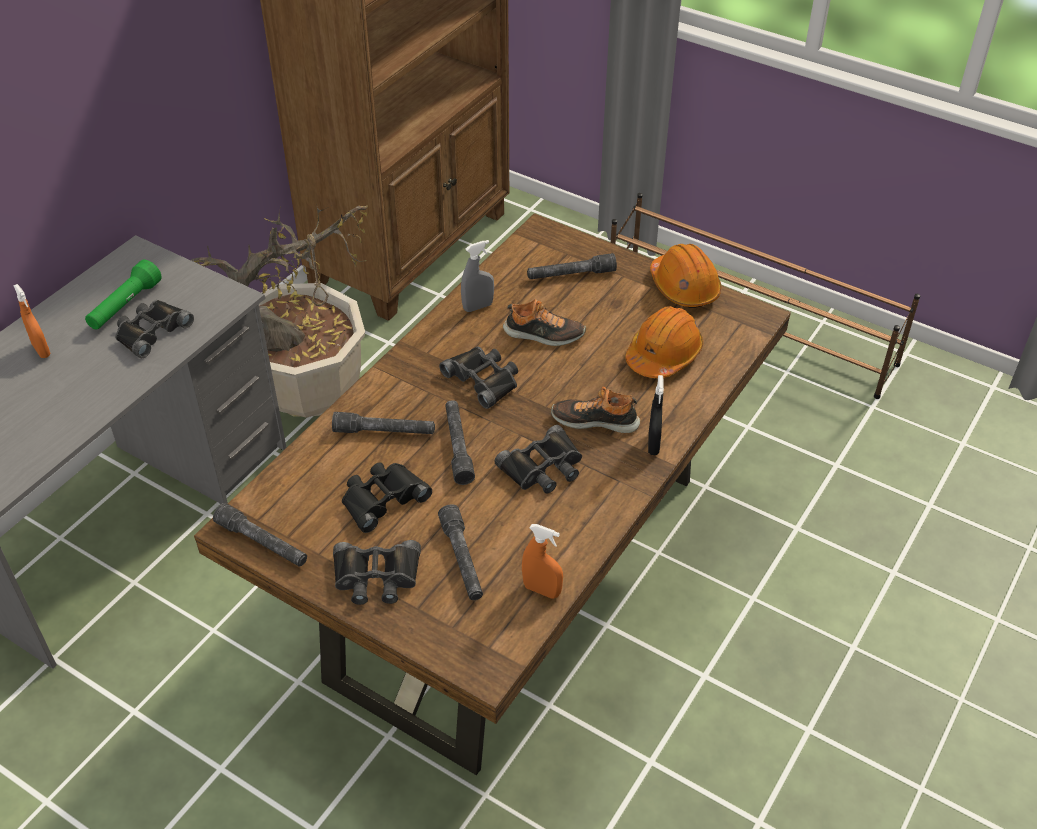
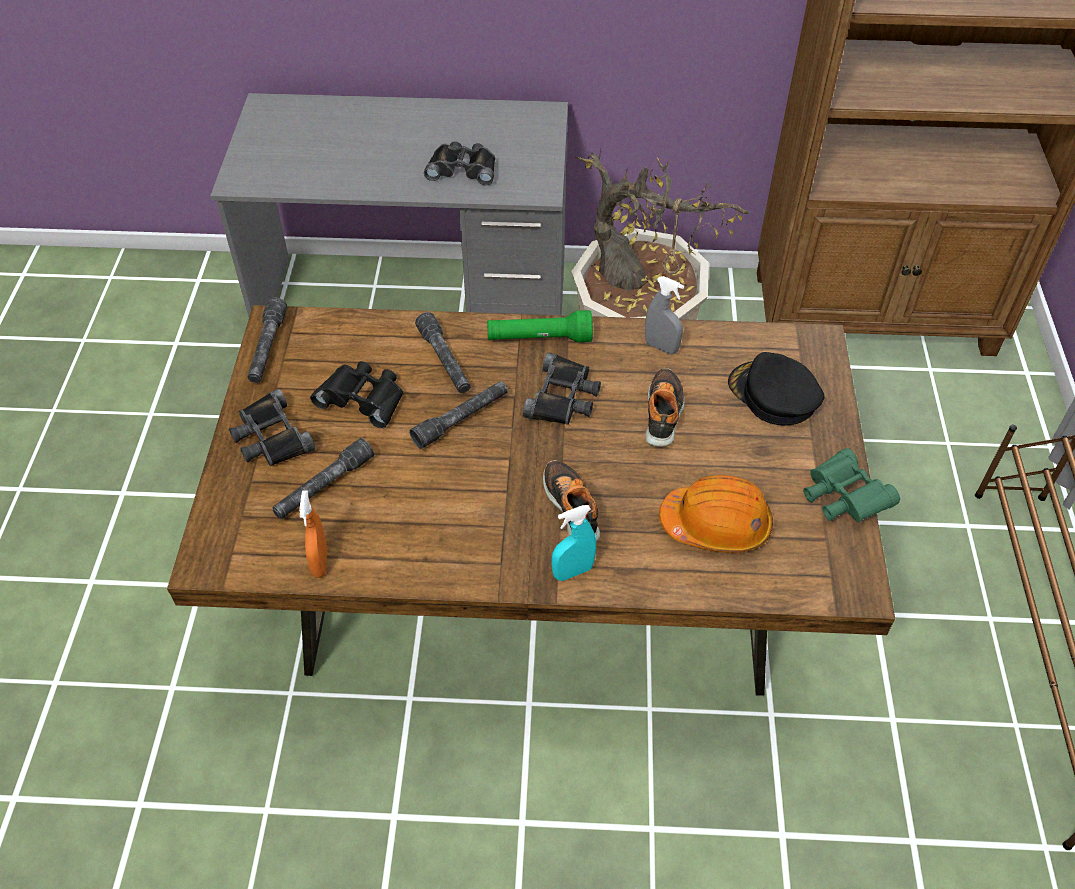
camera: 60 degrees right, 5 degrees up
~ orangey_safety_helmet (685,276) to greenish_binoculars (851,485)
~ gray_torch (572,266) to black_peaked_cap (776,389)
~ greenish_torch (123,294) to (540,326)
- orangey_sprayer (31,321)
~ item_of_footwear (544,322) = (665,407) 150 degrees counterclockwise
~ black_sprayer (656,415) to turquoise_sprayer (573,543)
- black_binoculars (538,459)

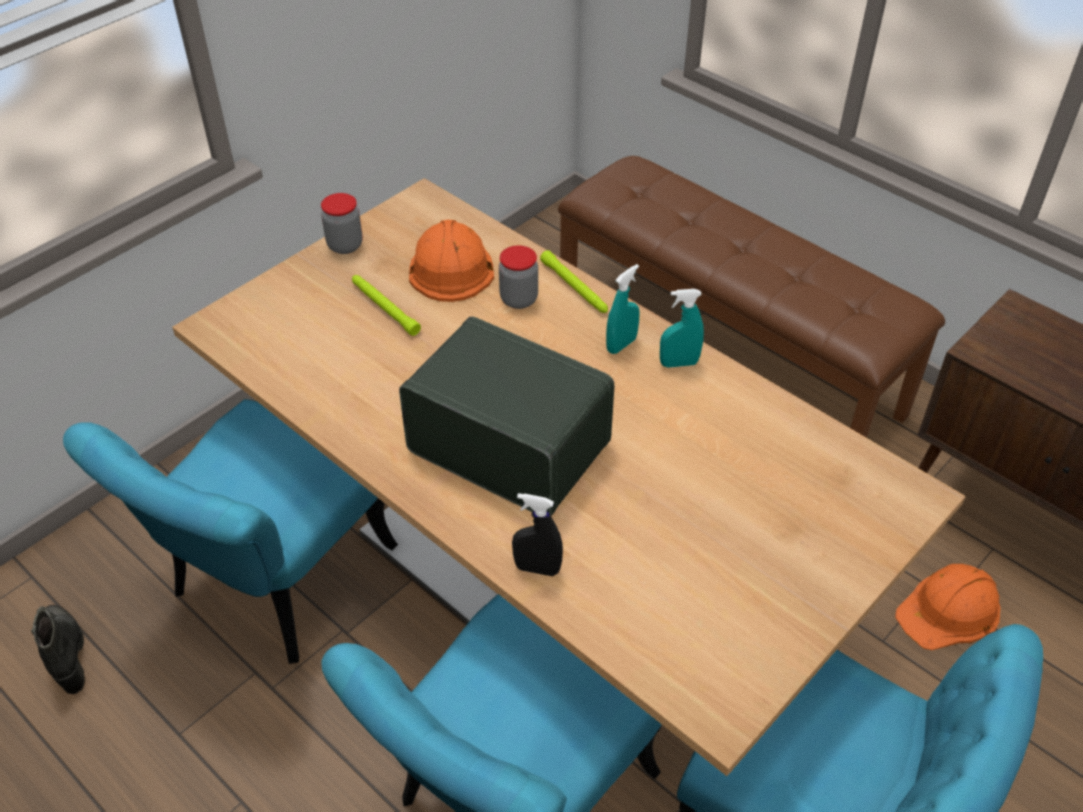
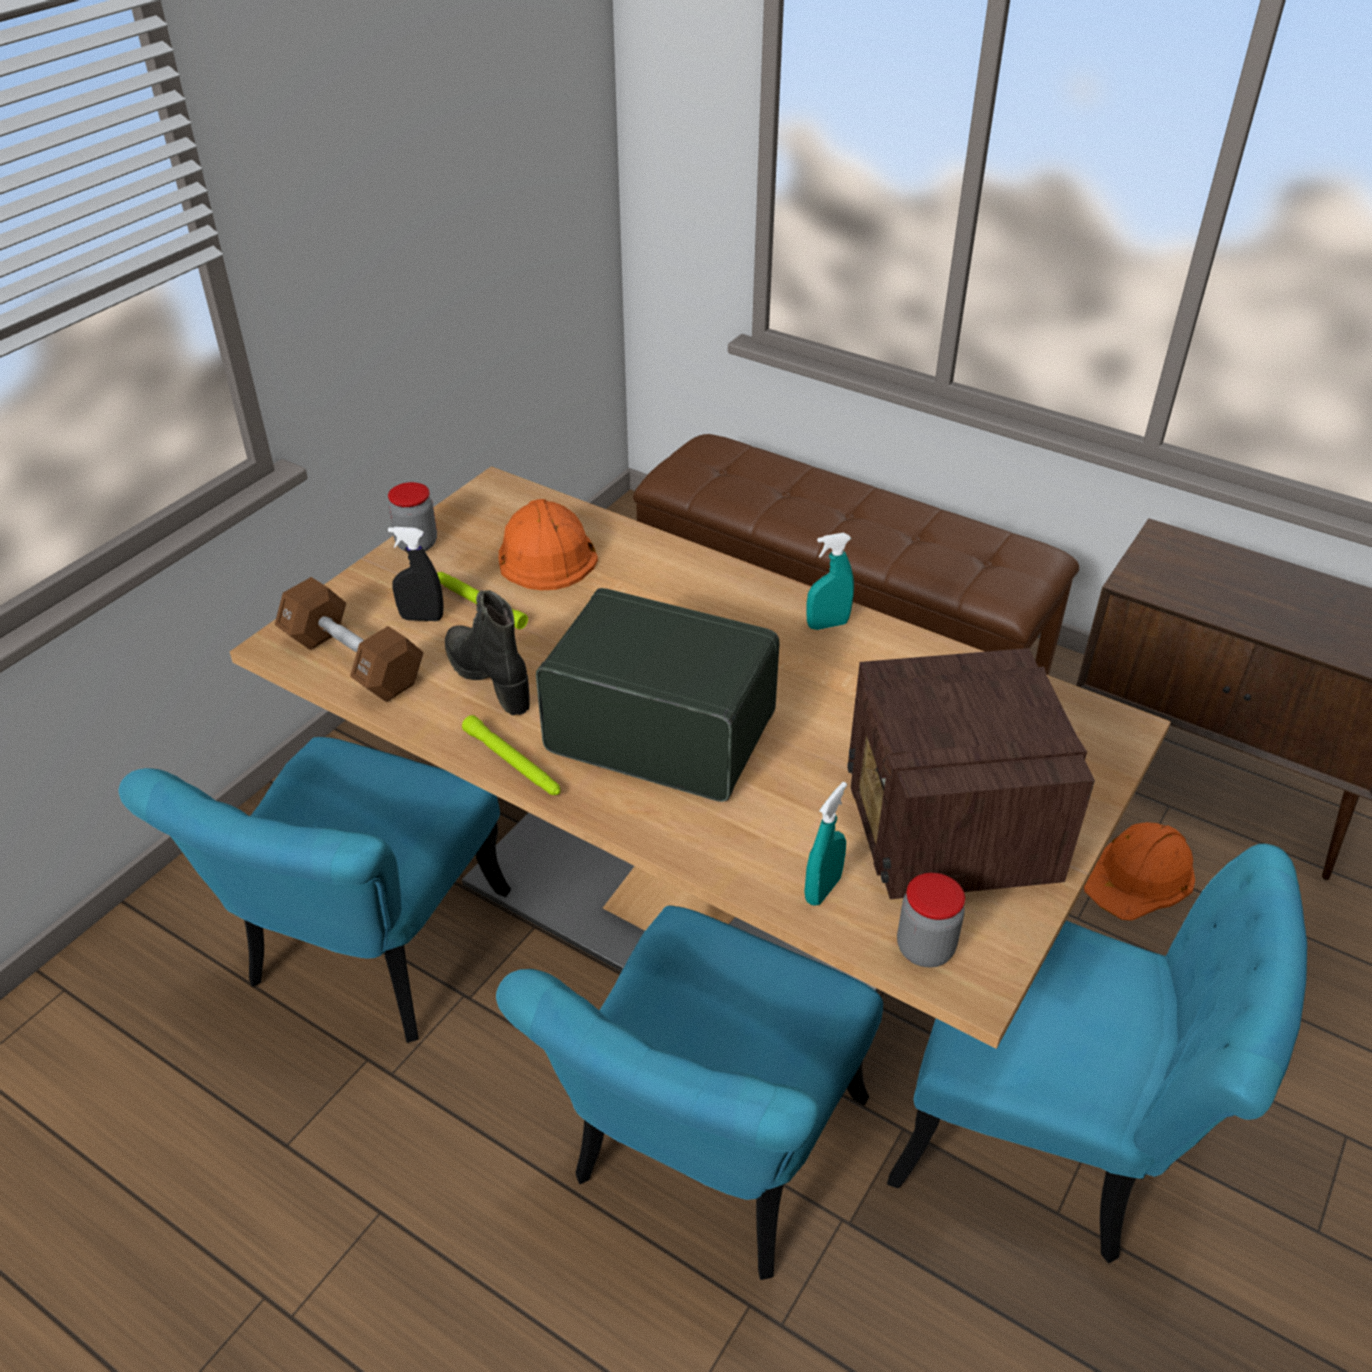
camera: 10 degrees left, 5 degrees down
~ preserve_jar (518,277) to (931,920)
~ greenish_torch (574,281) to (511,755)
~ turquoise_sprayer (623,309) to (825,844)
~ black_sprayer (537,534) to (416,574)
~ black_tall_boot (58,649) to (487,652)
+ brown_hand_weight (349,639)
+ radio_set (971,773)

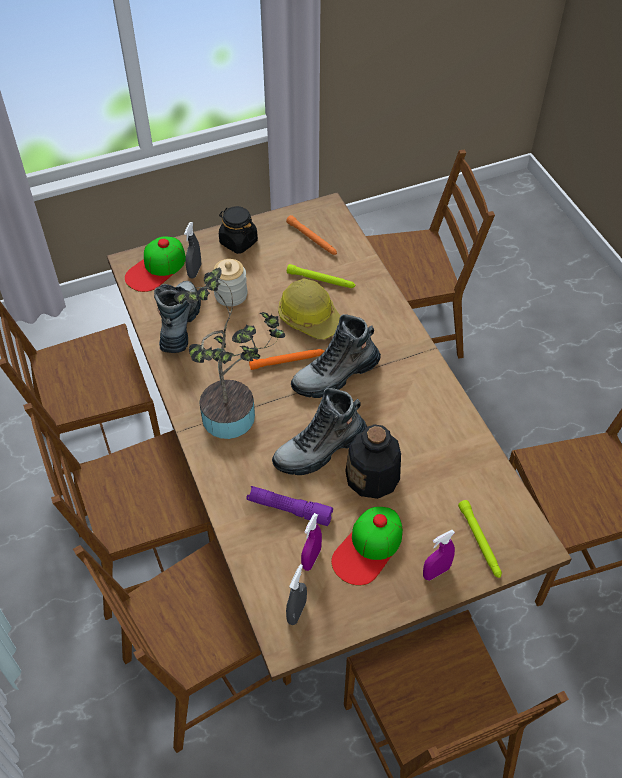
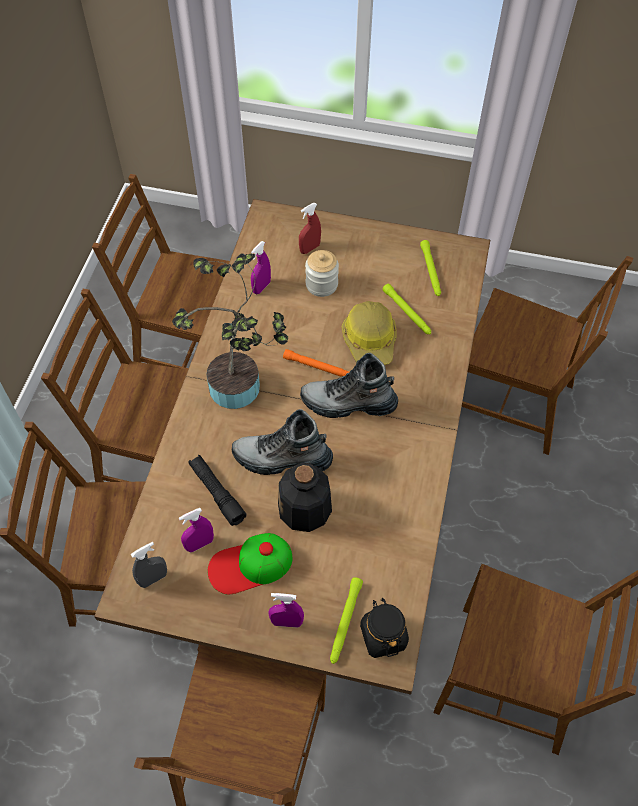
camera: 35 degrees right, 5 degrees up
~ black_preserve_jar (238,230) to (384,628)
~ orangey_torch (311,235) to greenish_torch (430,268)
~ gray_sprayer (192,250) to reddish_sprayer (310,228)
- peaked_cap (155,264)
~ tall_boot (177,317) to purple-coloured_sprayer (261,267)
~ purple-coloured_torch (290,506) to black_torch (217,490)

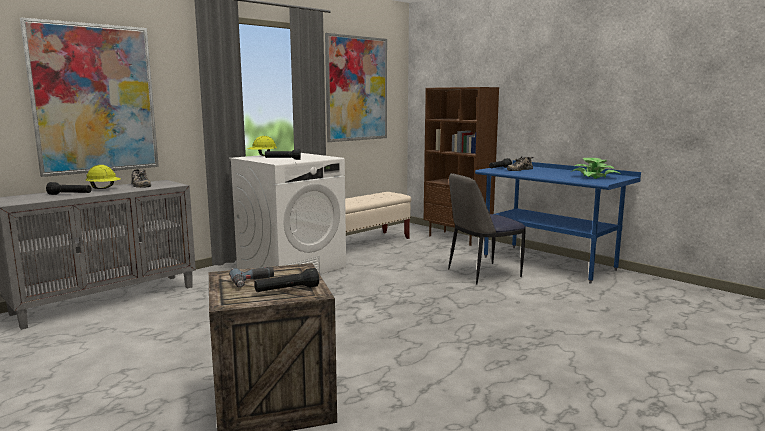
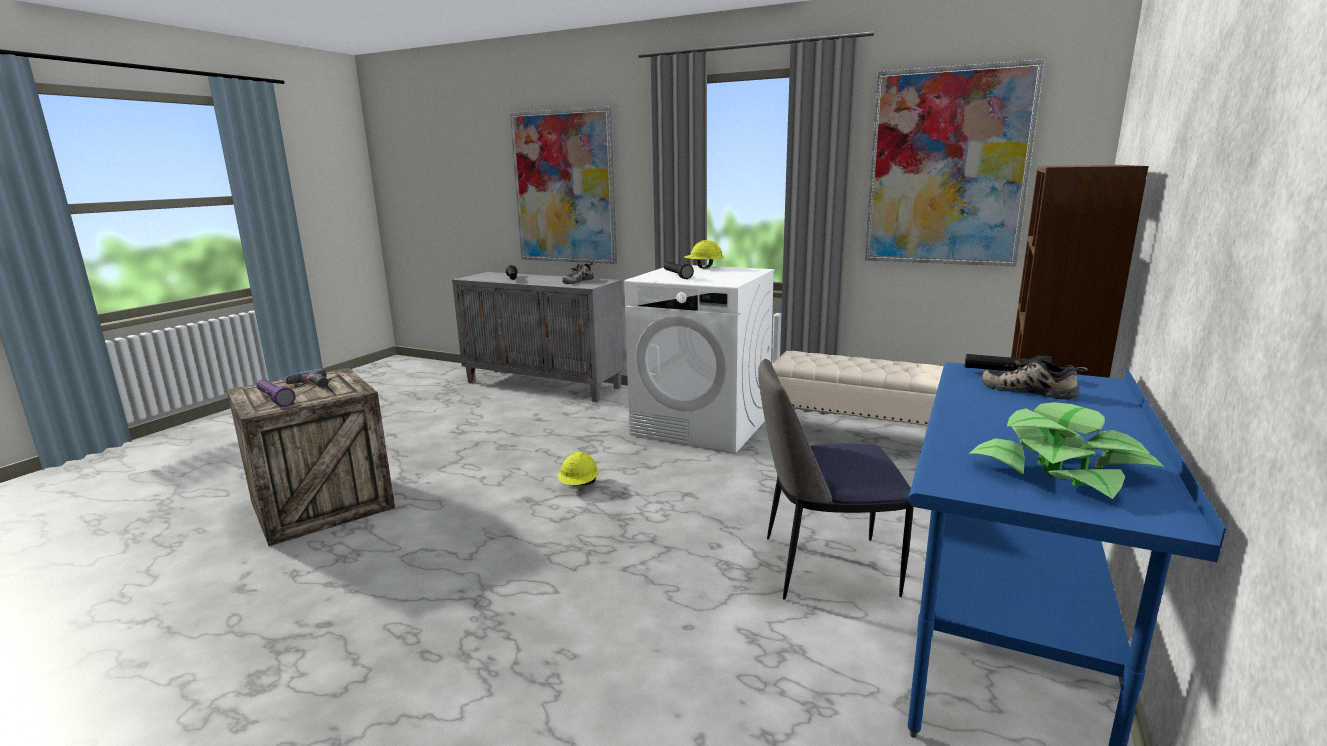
camera: 70 degrees right, 5 degrees up
~ yellow-coloured_safety_helmet (103,177) to (578,469)
~ chair (487,228) = (836,479) 45 degrees counterclockwise
~ black_torch (286,280) to purple-coloured_torch (276,393)

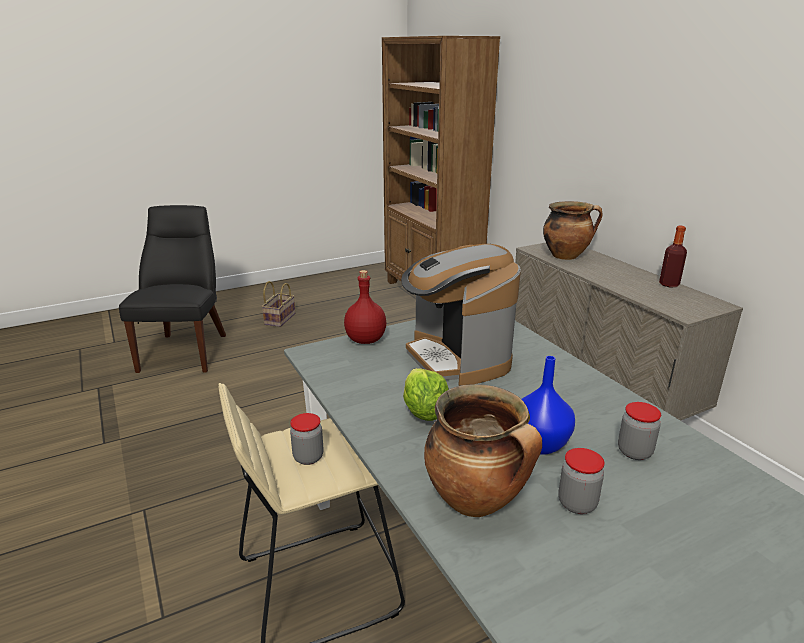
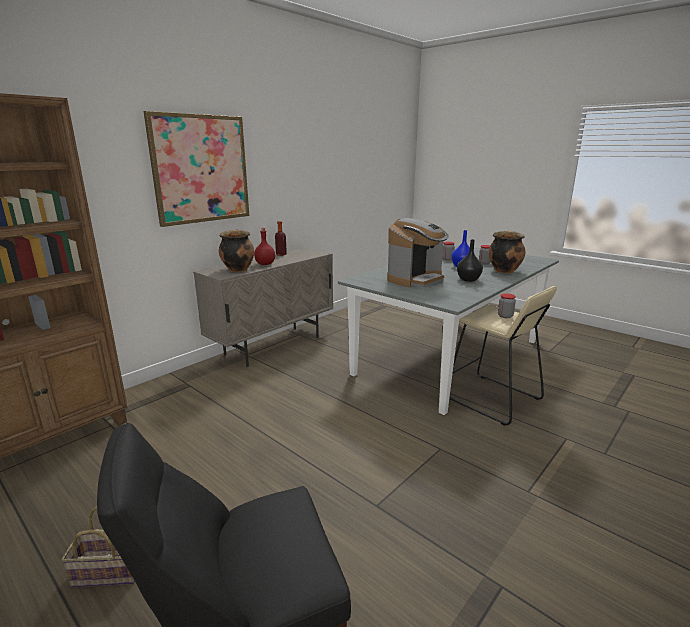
camera: 110 degrees left, 5 degrees down
~ reddish_bottle (365,307) to (264,246)
~ head_of_lettuce (426,394) to black_decorative_vase (470,260)
+ picture (196,169)

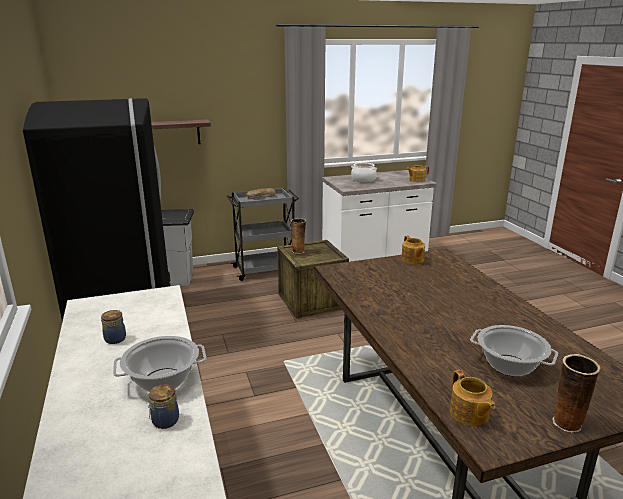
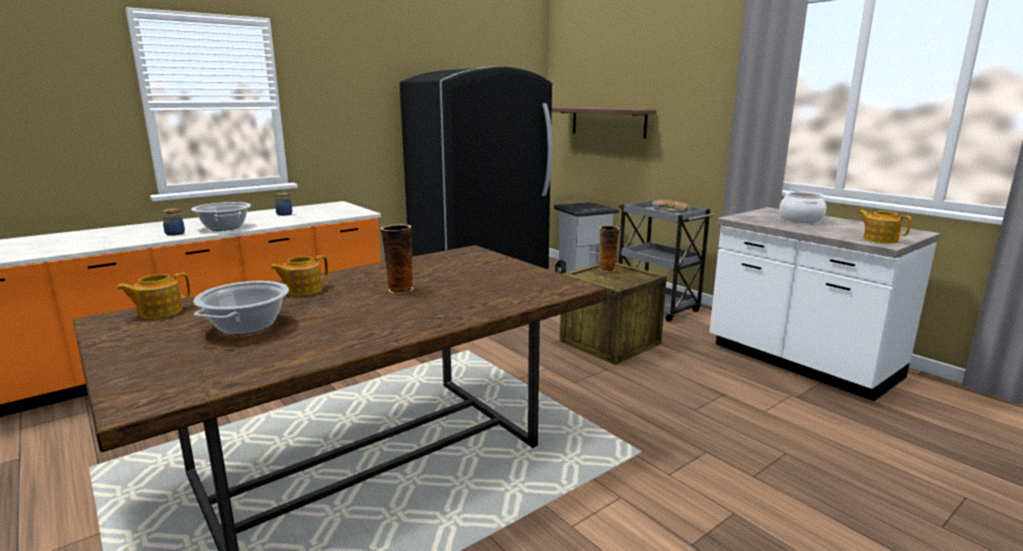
camera: 70 degrees right, 5 degrees down
~ teapot (413,250) to (299,275)
~ decorative_vase (576,393) to (397,259)

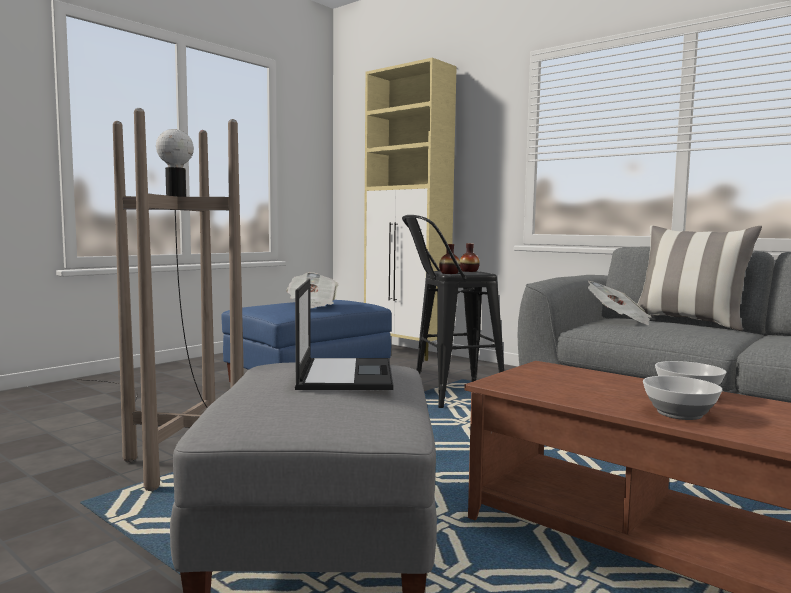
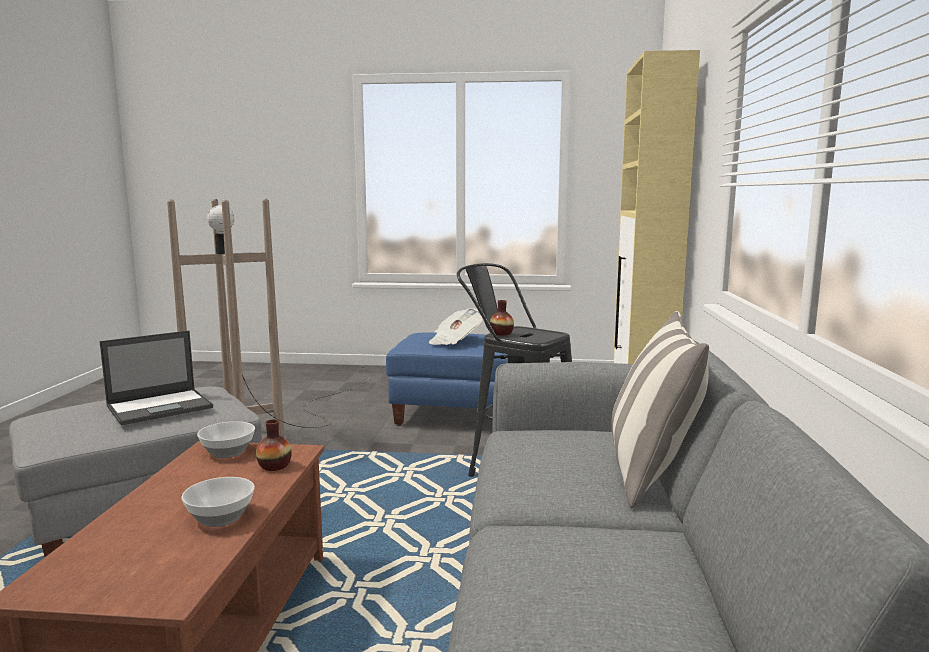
camera: 55 degrees right, 5 degrees up
~ decorative_vase (470,257) to (274,445)
- daily_paper (619,303)
~ bowl (683,398) to (226,439)

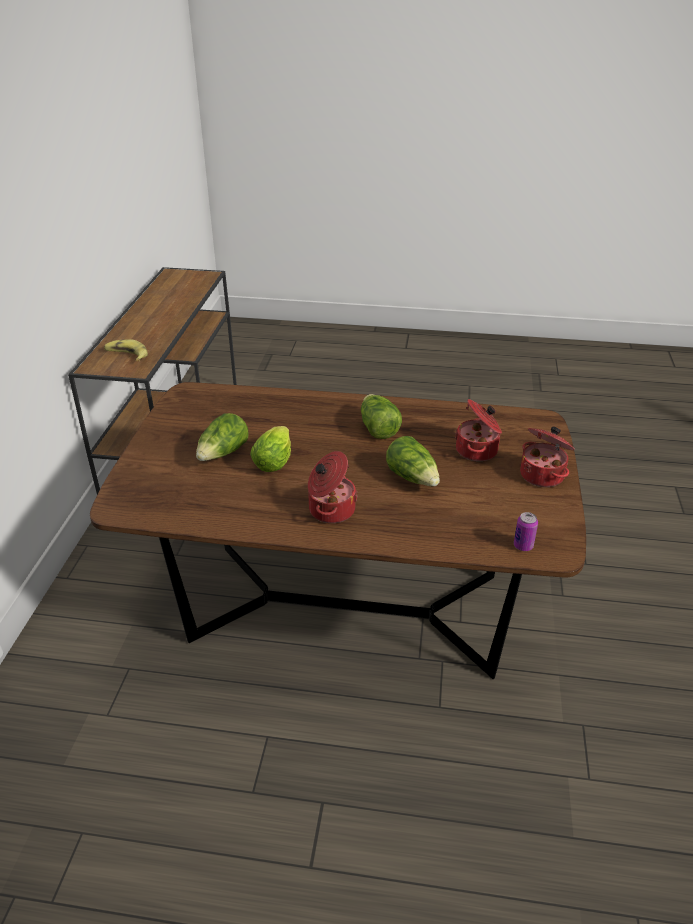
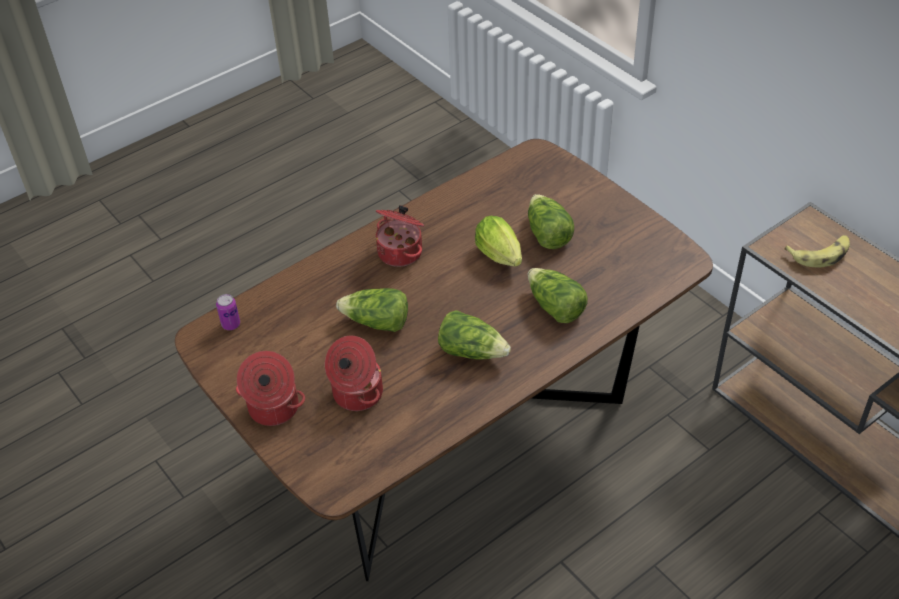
camera: 135 degrees right, 10 degrees up
+ head_of_lettuce (558,295)

